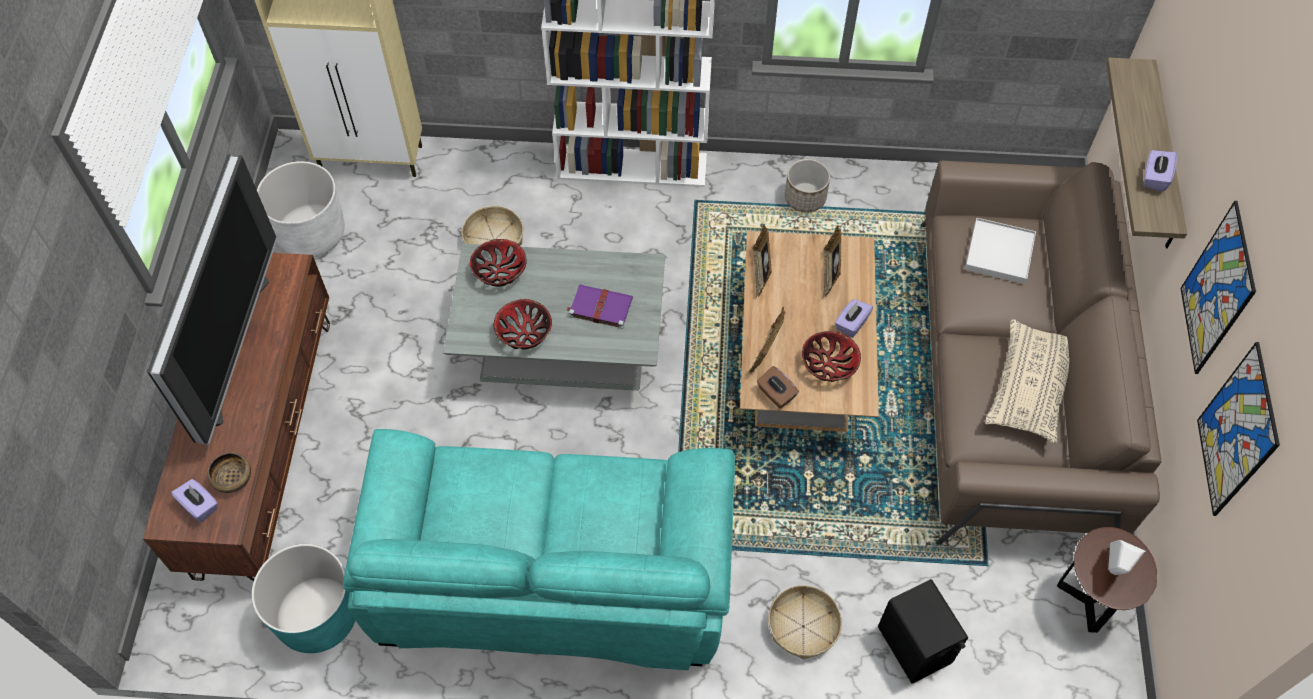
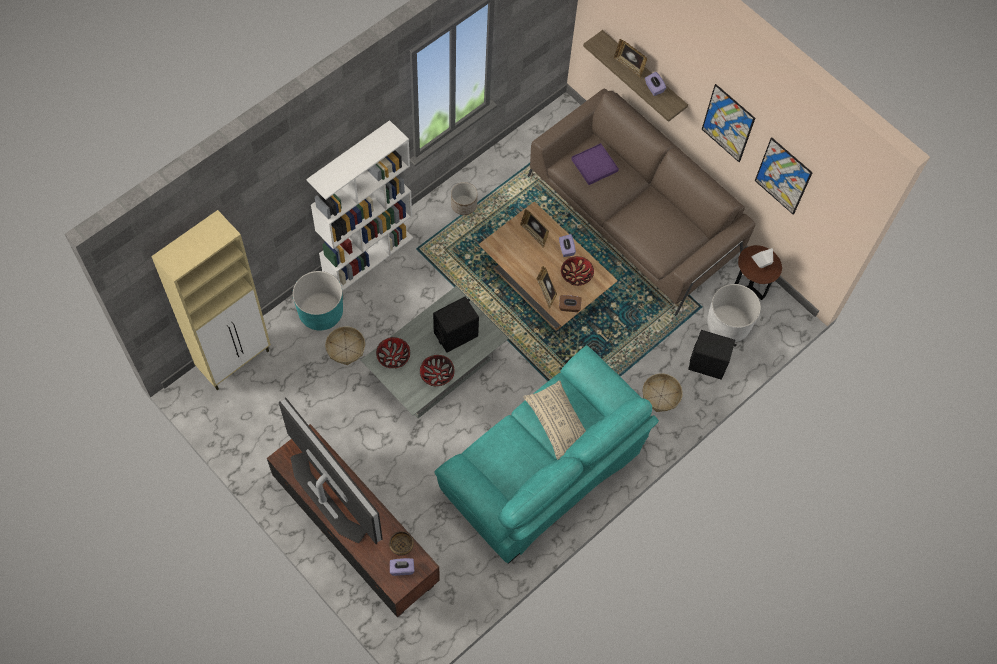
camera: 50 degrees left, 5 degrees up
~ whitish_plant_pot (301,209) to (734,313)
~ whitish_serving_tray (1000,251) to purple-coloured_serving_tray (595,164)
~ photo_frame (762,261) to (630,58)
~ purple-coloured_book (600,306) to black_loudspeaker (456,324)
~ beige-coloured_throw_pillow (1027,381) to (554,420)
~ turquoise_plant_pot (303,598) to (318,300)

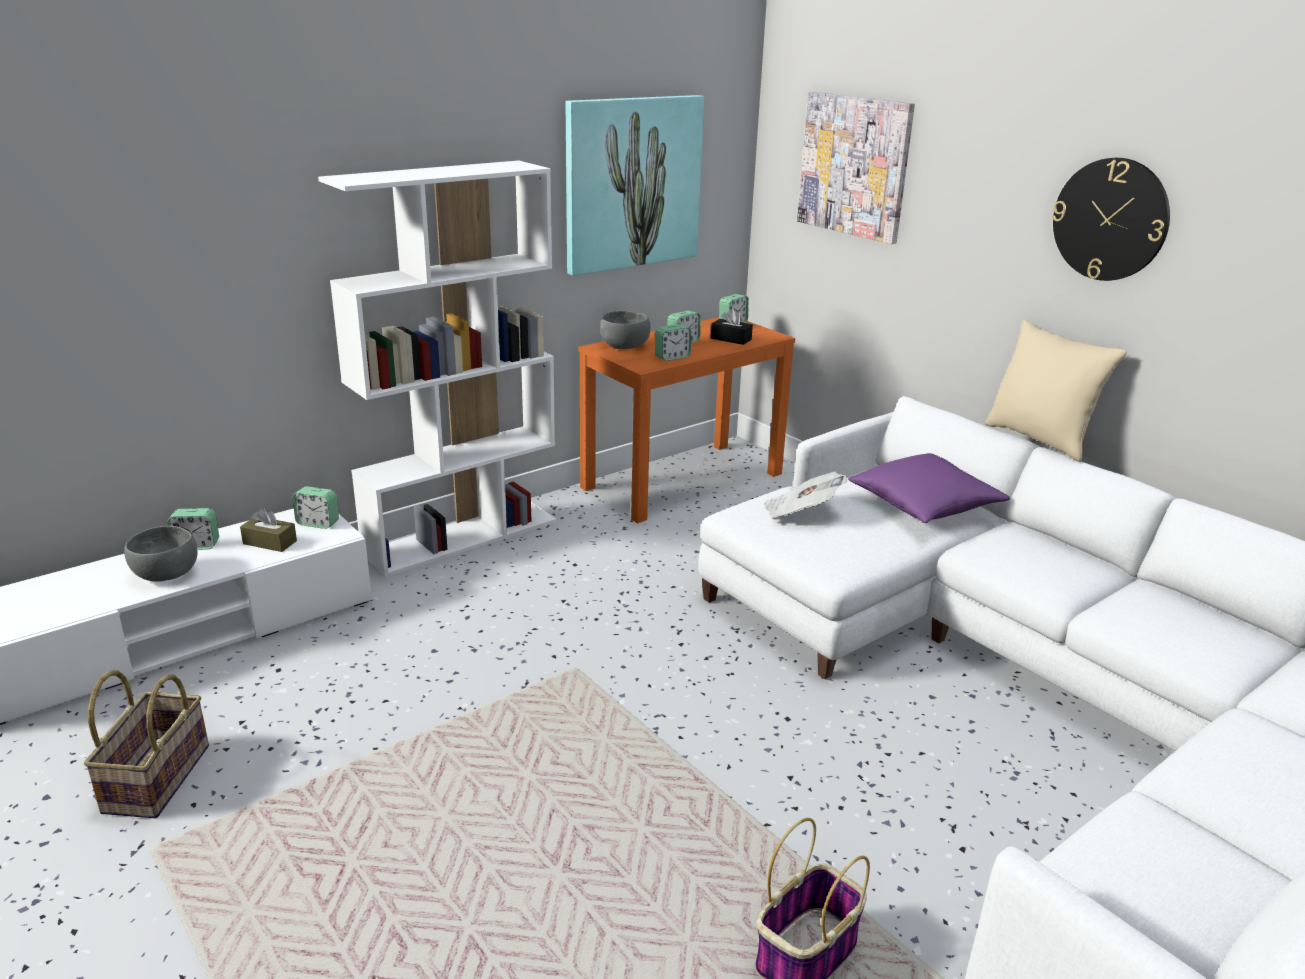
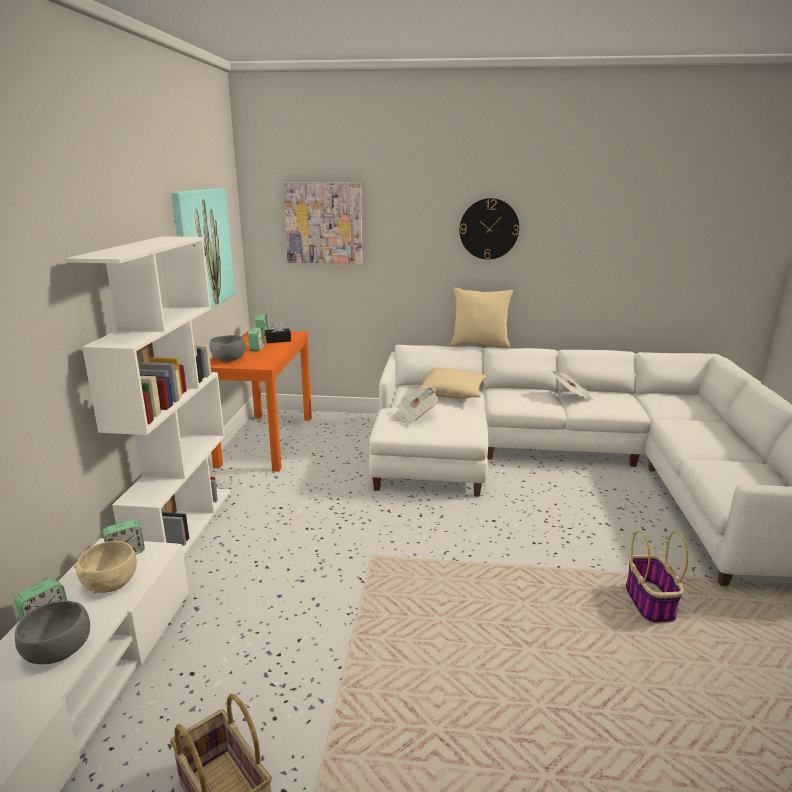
camera: 45 degrees left, 5 degrees down
- alarm_clock (673,342)
~ purple-coloured_throw_pillow (929,488) to beige-coloured_throw_pillow (454,383)
~ brown_tissue_holder (268,530) to beige-coloured_bowl (105,567)
+ daily_paper (572,385)

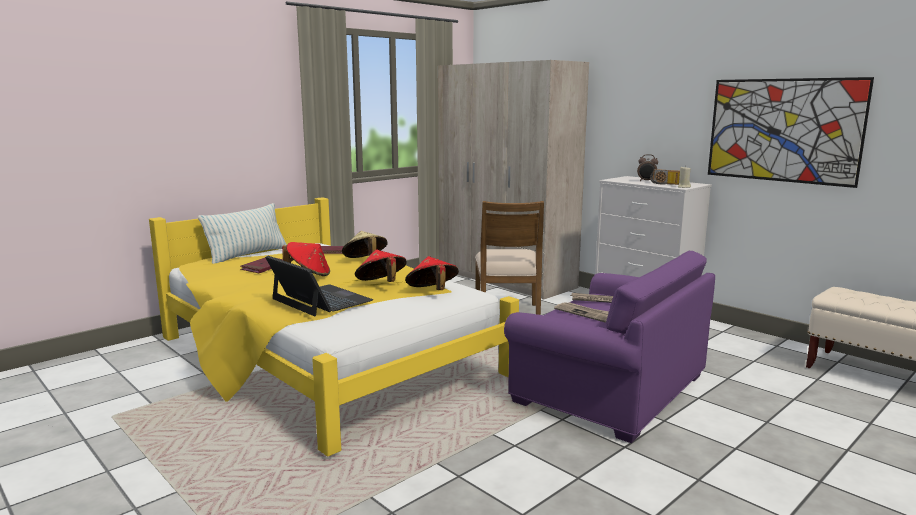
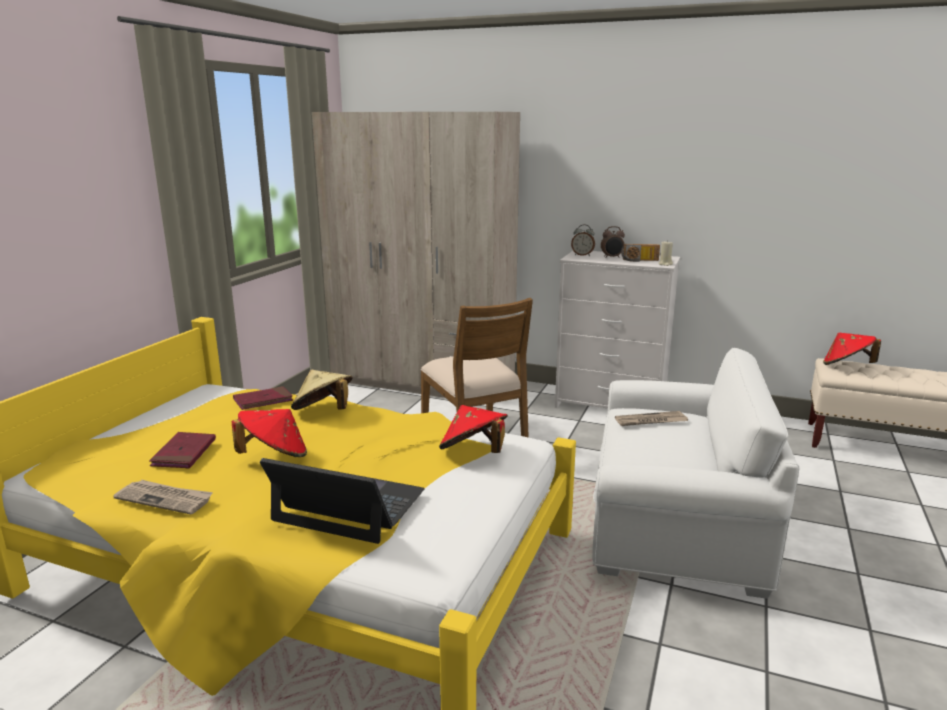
camera: 25 degrees left, 5 degrees up
- picture (791,132)
- throw_pillow (242,233)
~ reddish_clothing_hat (381,266) to (852,349)
~ purple-coloured_armchair (609,346) to whitish_armchair (696,473)
~ daily_paper (581,312) to (163,497)
+ alarm_clock (583,240)

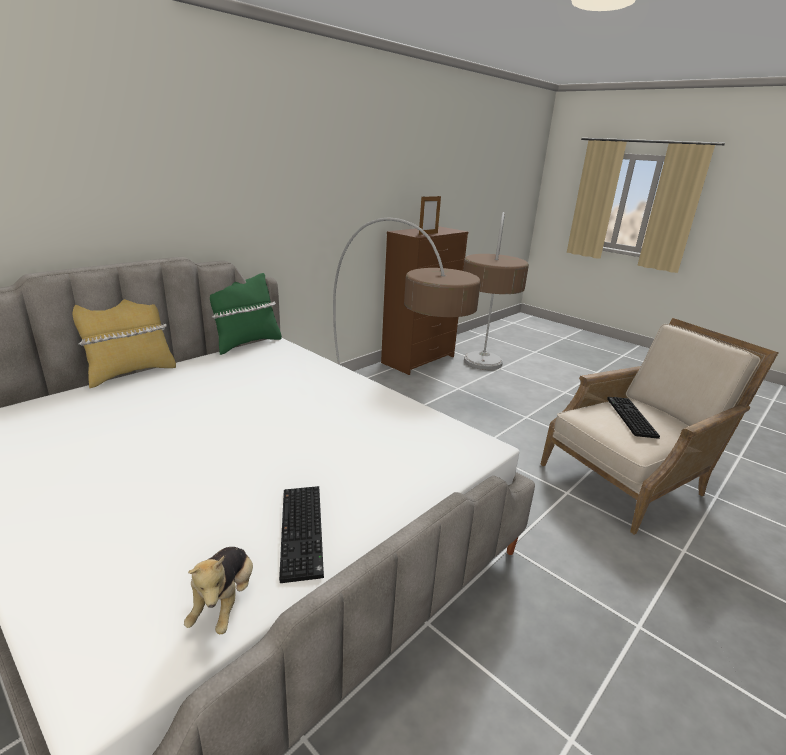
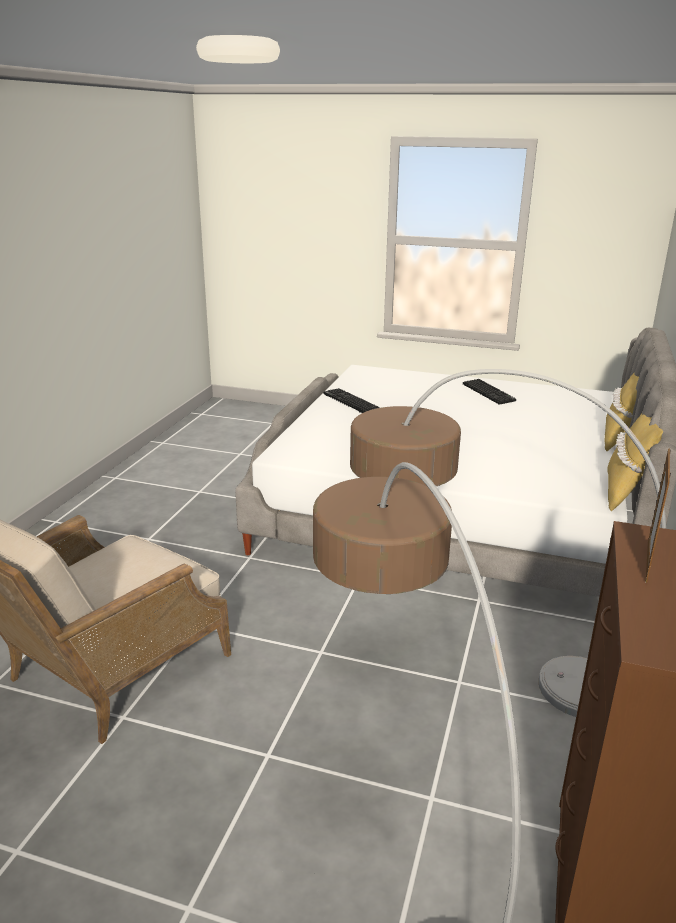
camera: 155 degrees right, 0 degrees up
~ greenish_throw_pillow (246,314) to yellow-coloured_throw_pillow (635,462)
~ computer_keyboard (633,418) to (489,392)
- soft_toy (218,590)

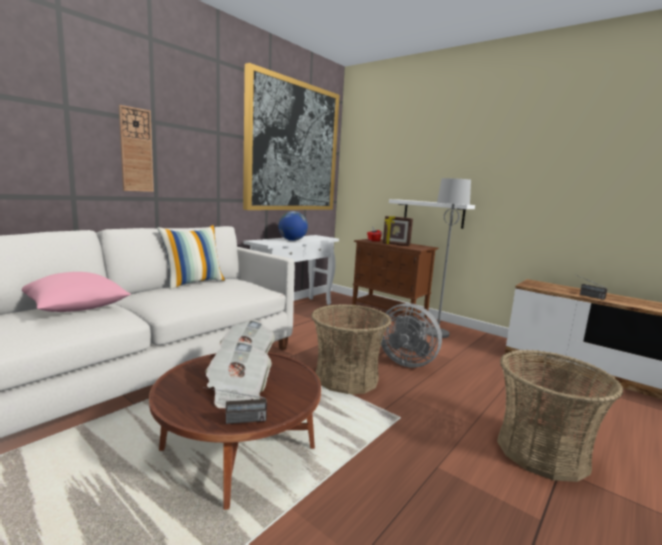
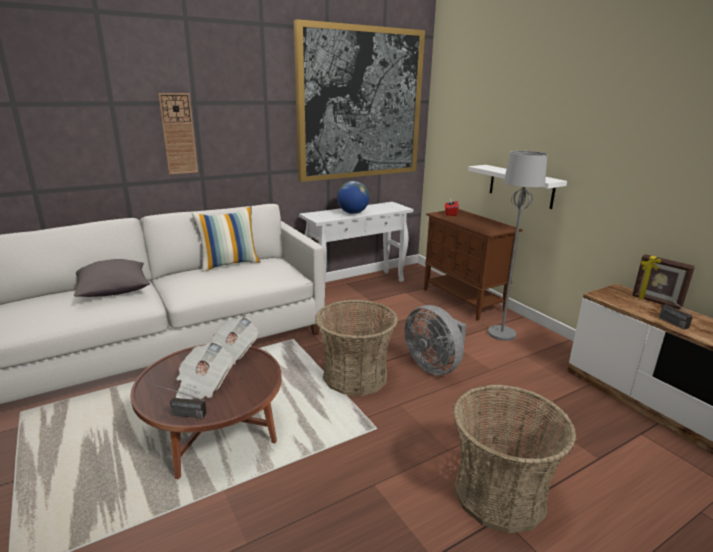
camera: 20 degrees right, 10 degrees up
~ photo_frame (398,231) to (663,281)
~ pink_throw_pillow (76,292) to gray_throw_pillow (112,278)

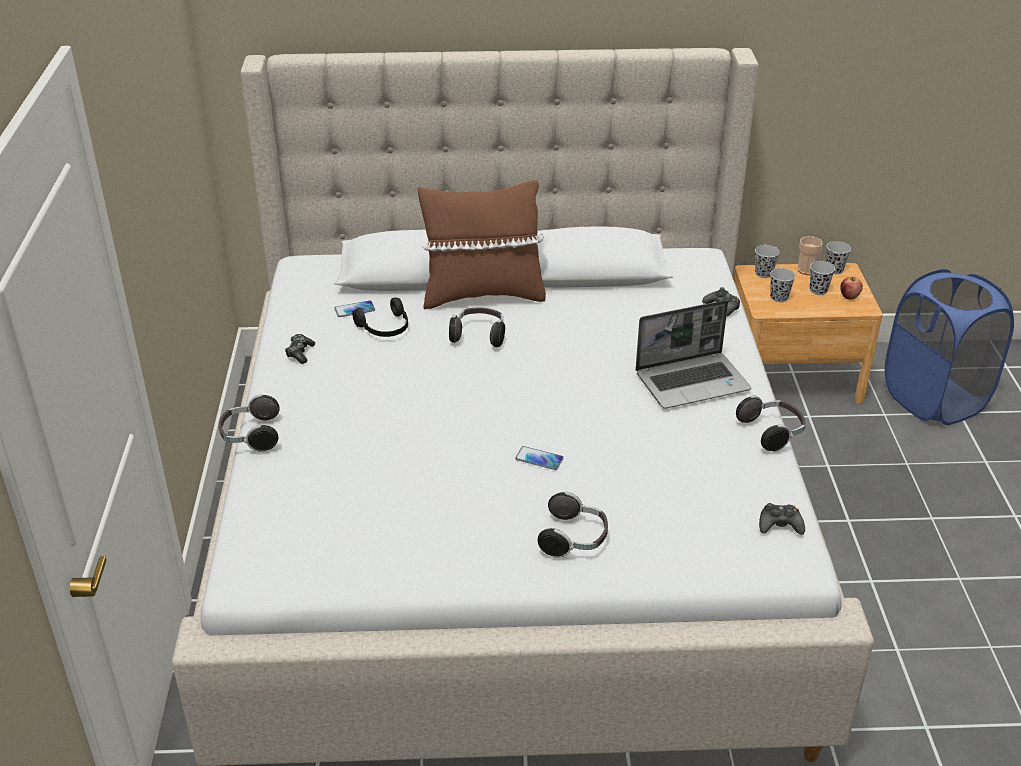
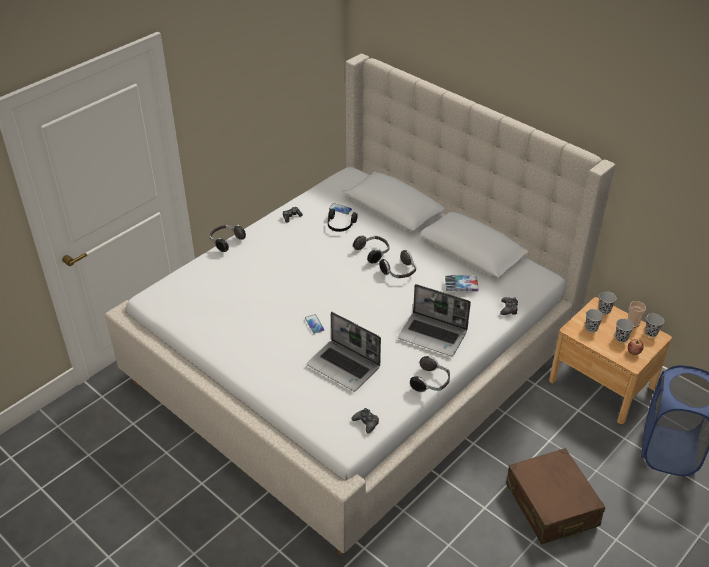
camera: 45 degrees right, 5 degrees up
- brown_throw_pillow (482,244)
~ headphones (573,525) to (397,264)
+ book (461,283)
+ laptop (344,351)
+ brown_piece_of_luggage (555,496)

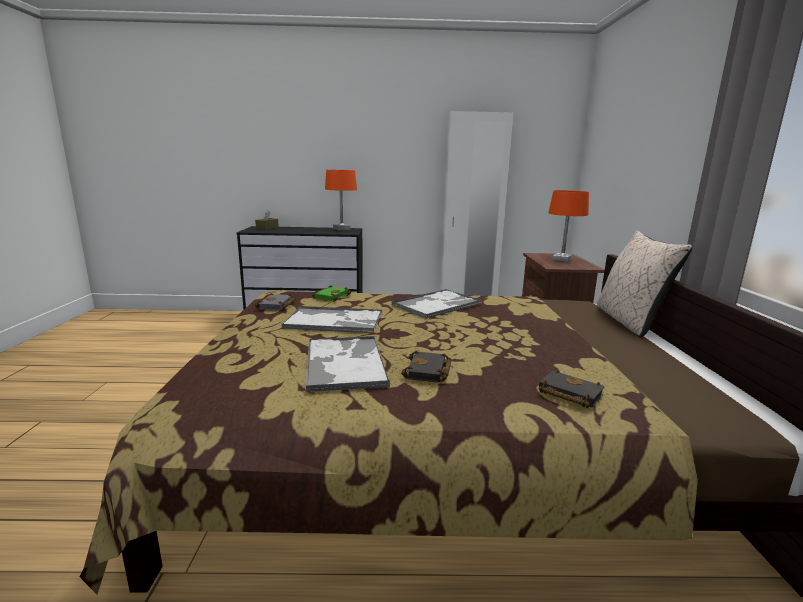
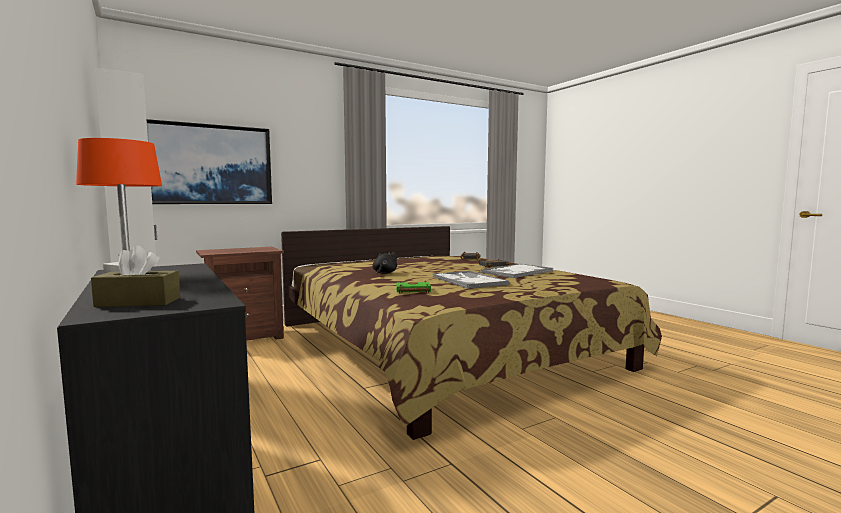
camera: 120 degrees left, 10 degrees down
- orangey_lamp_for_a_table (568,226)
- beige-coloured_throw_pillow (645,284)
~ serving_tray (436,304) to black_soft_toy (385,263)
- gray_book (275,302)
+ picture (209,161)

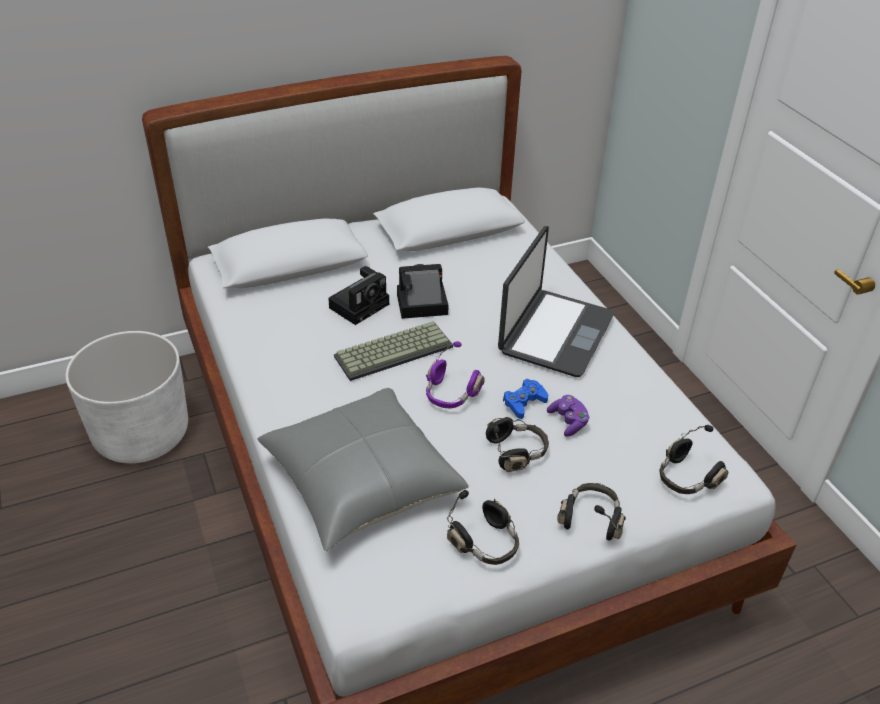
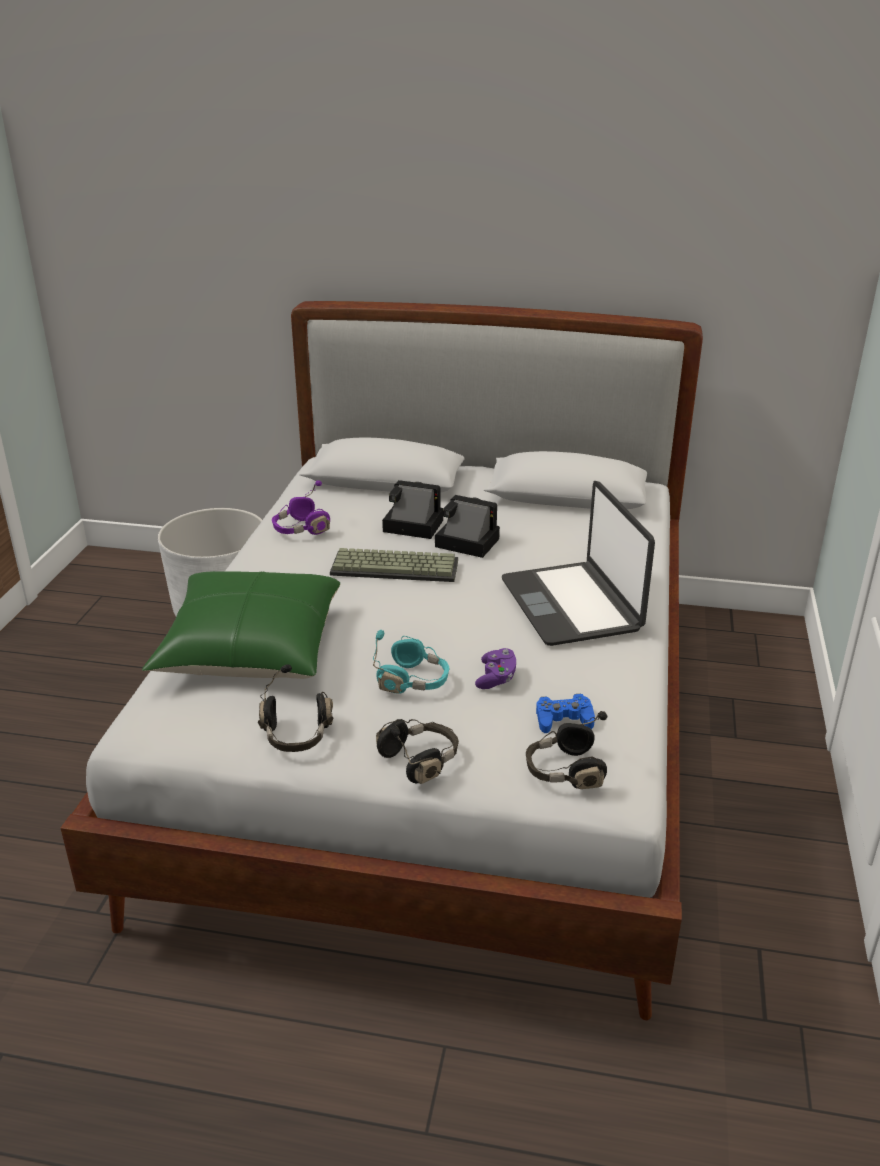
camera: 35 degrees right, 10 degrees down
~ laptop (556,301) = (578,563) 105 degrees clockwise
~ photo_camera (358,295) = (412,509) 150 degrees counterclockwise
~ purple-coloured_headphones (455,375) to (301,507)
~ blue-coloured_game_controller (525,399) to (565,713)
~ gray_throw_pillow (363,470) to greenish_throw_pillow (241,625)
~ black_headphones (517,444) to turquoise_headphones (411,662)

